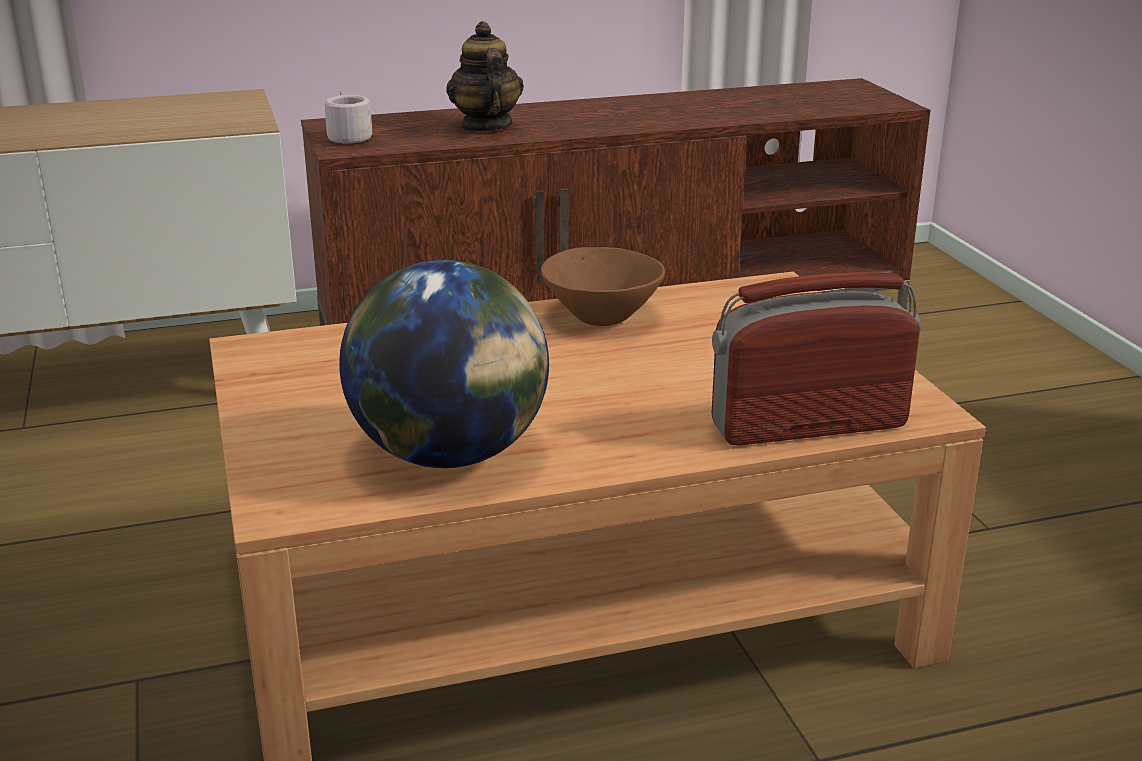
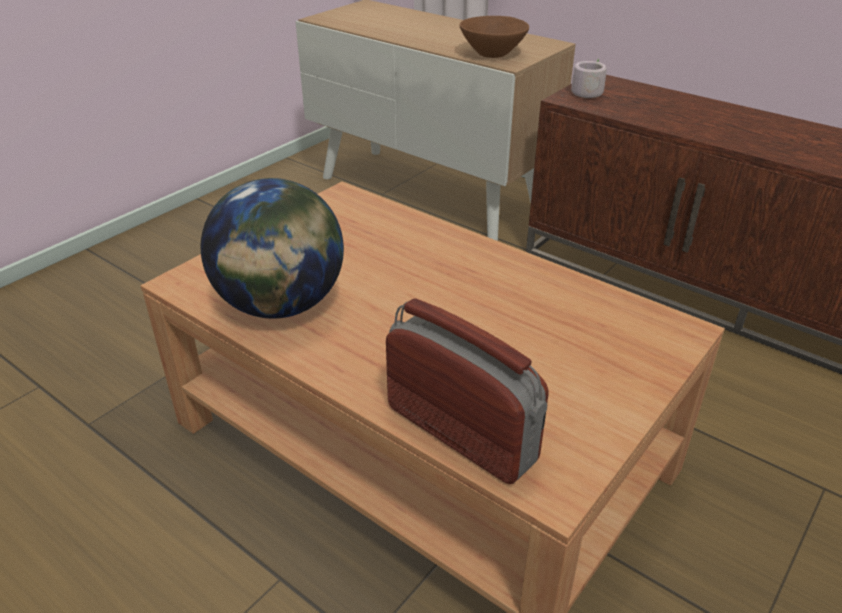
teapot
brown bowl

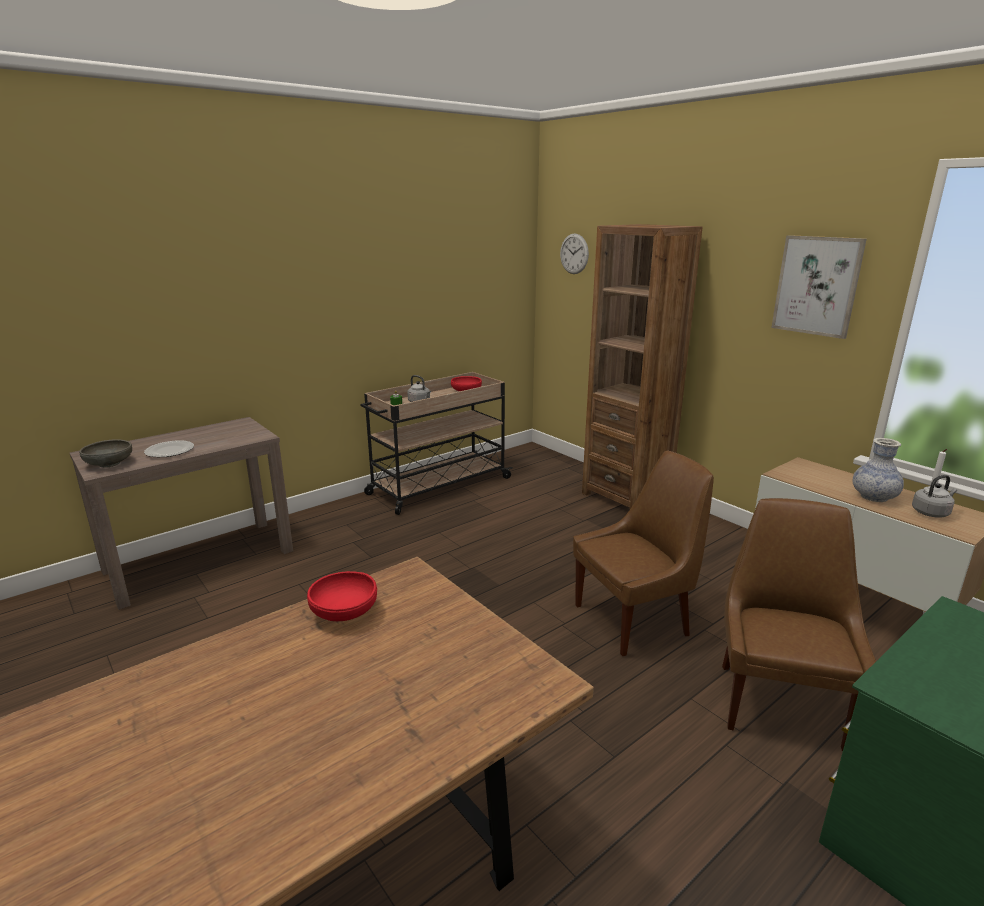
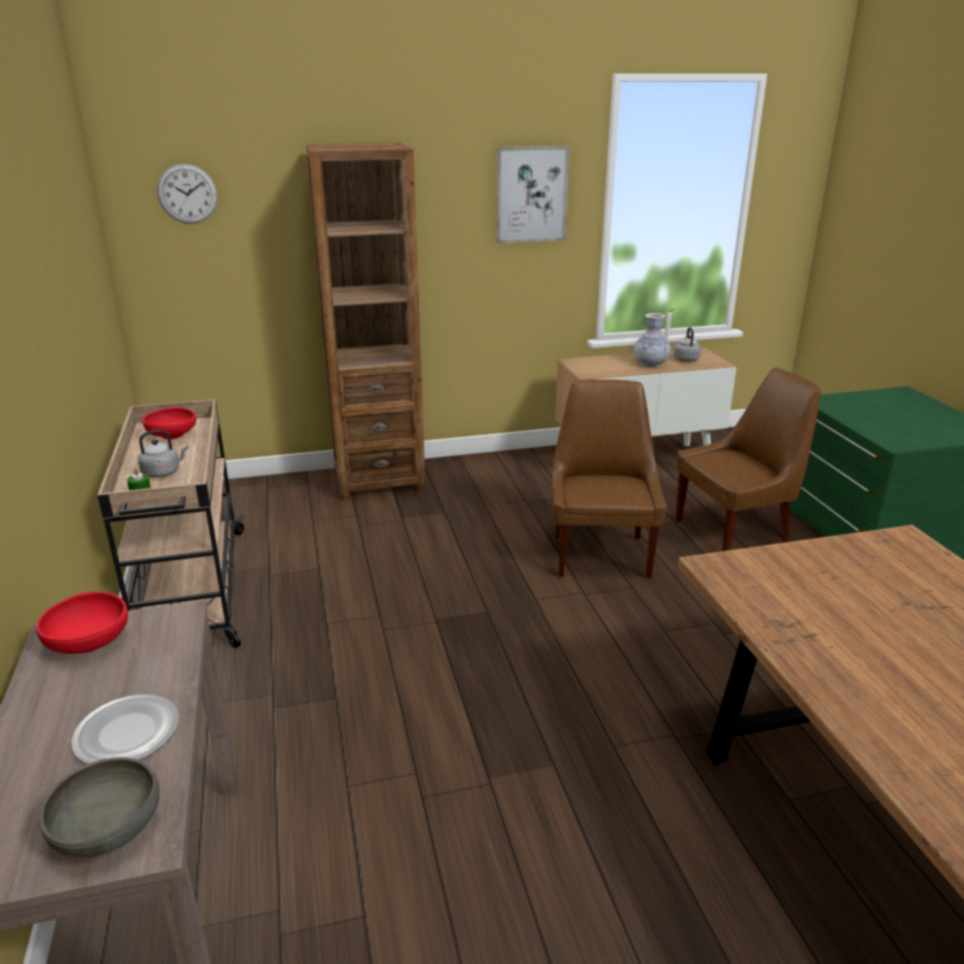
red bowl (no. 1 from left)
brown chair (no. 2 from left)

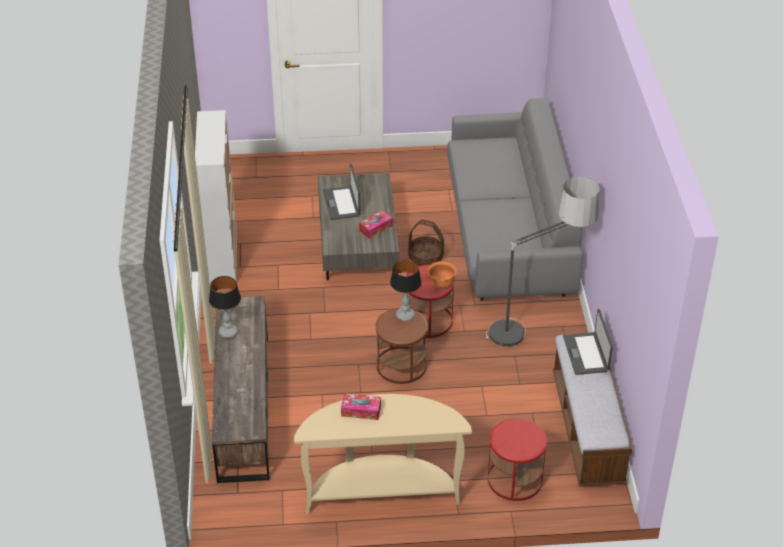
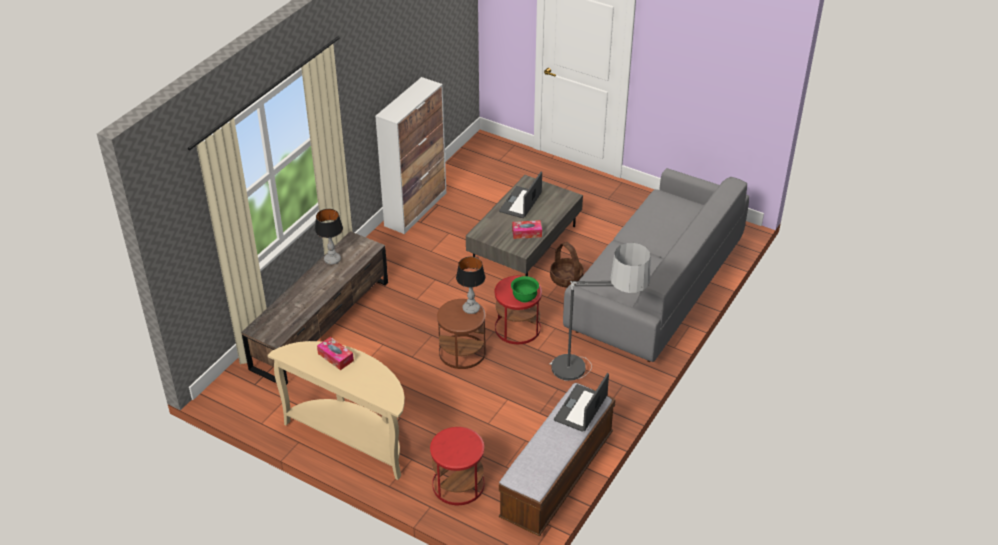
green bowl

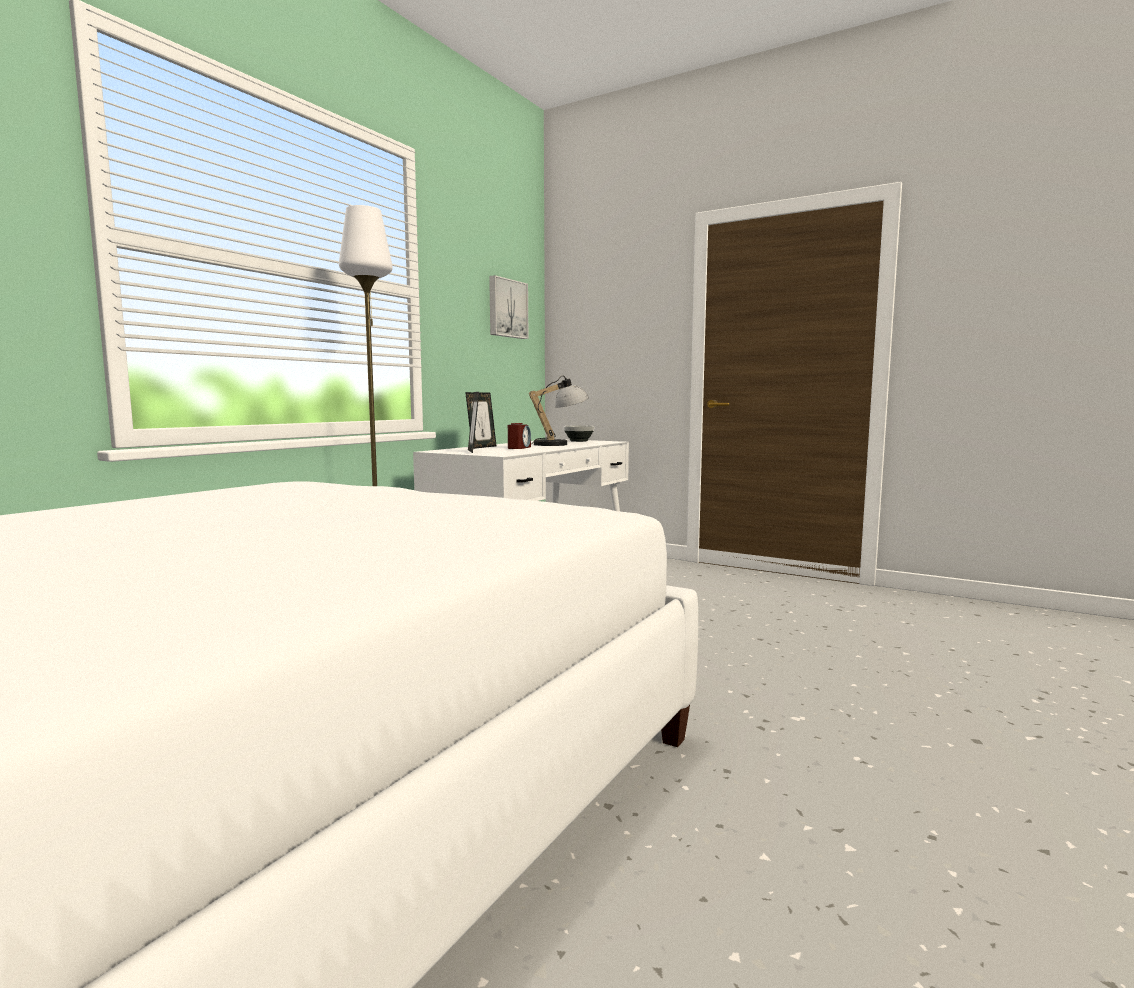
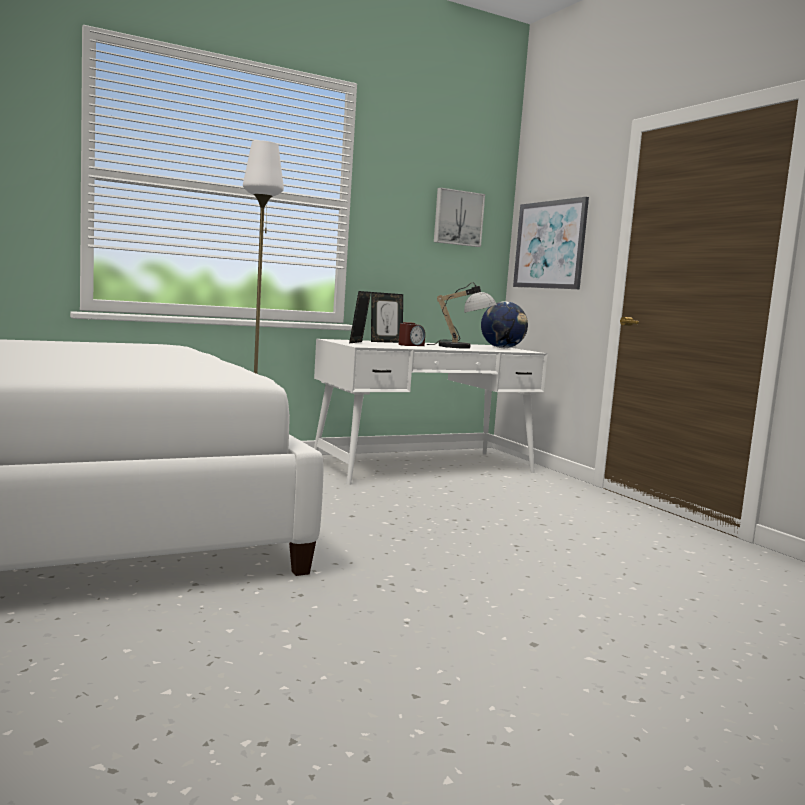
globe
picture (no. 2 from left)

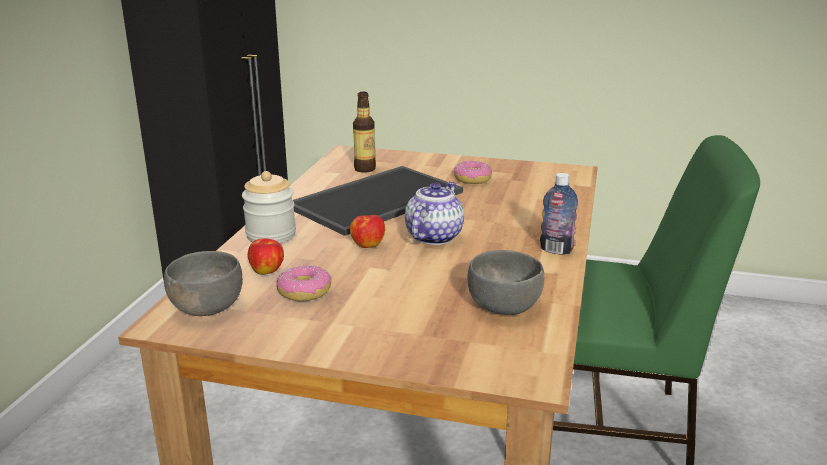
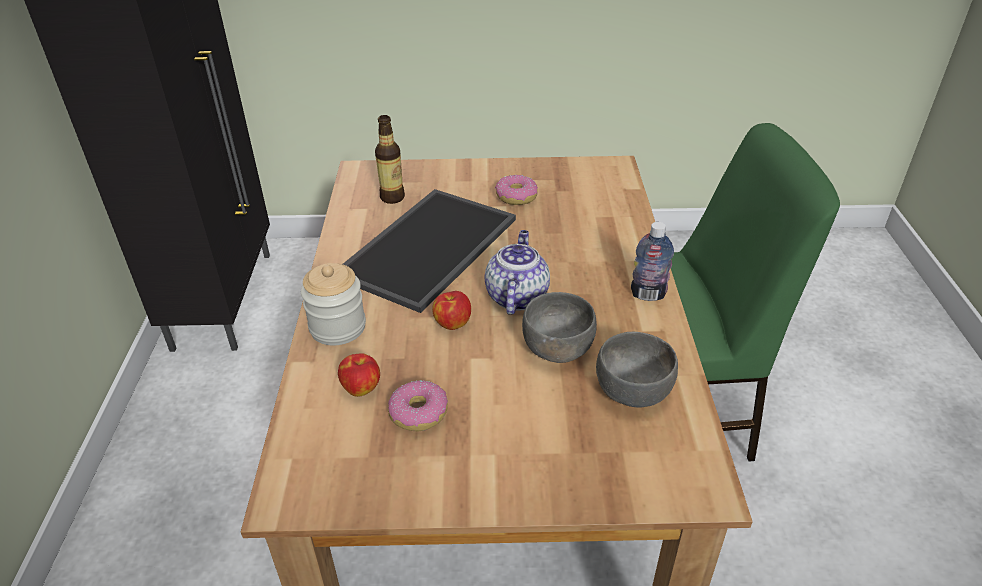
grey bowl (no. 1 from left)

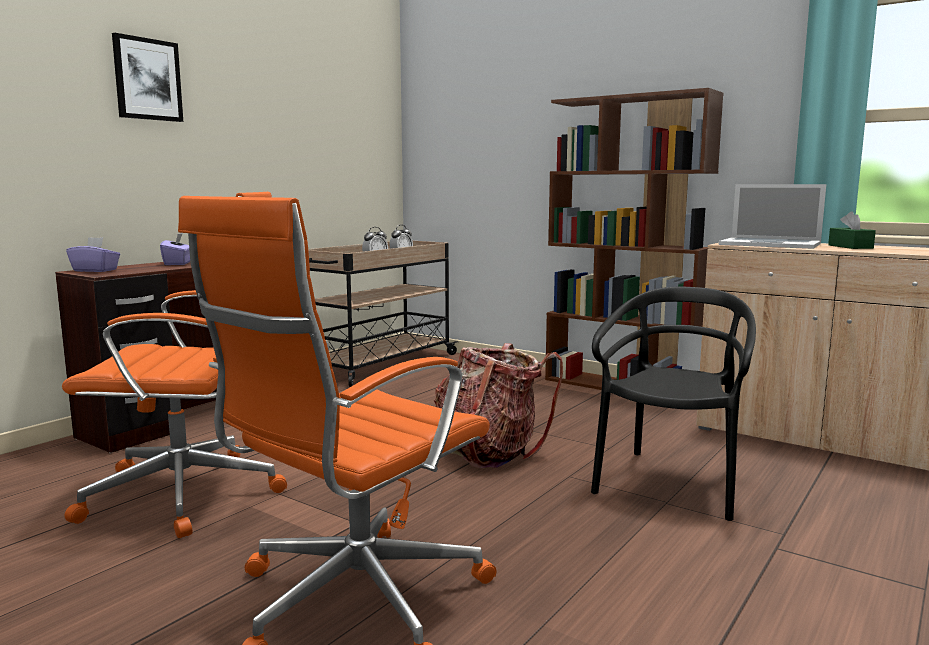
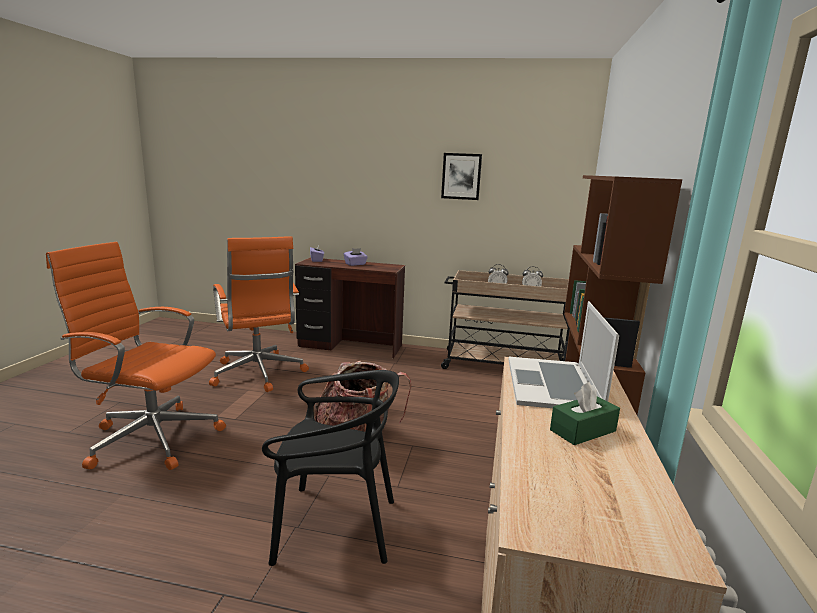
picture

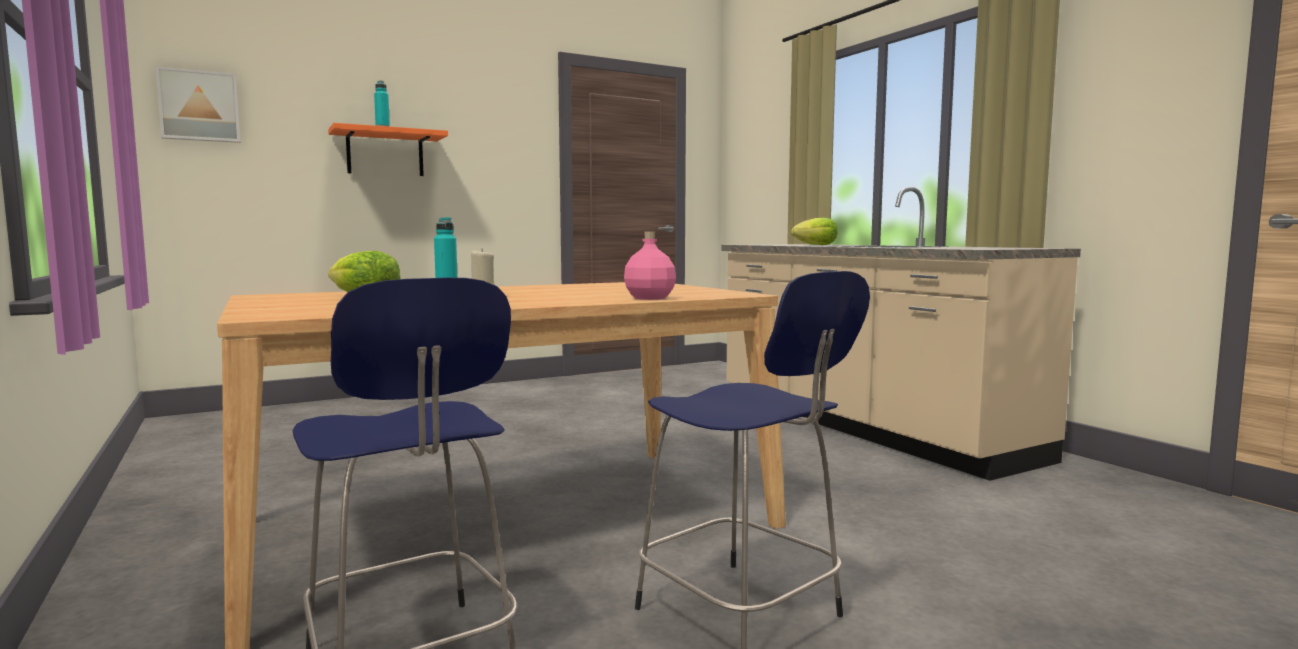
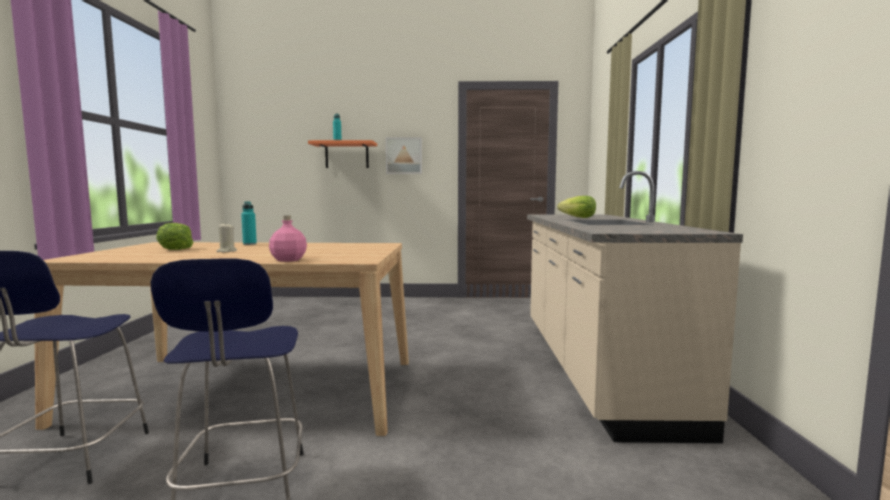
picture

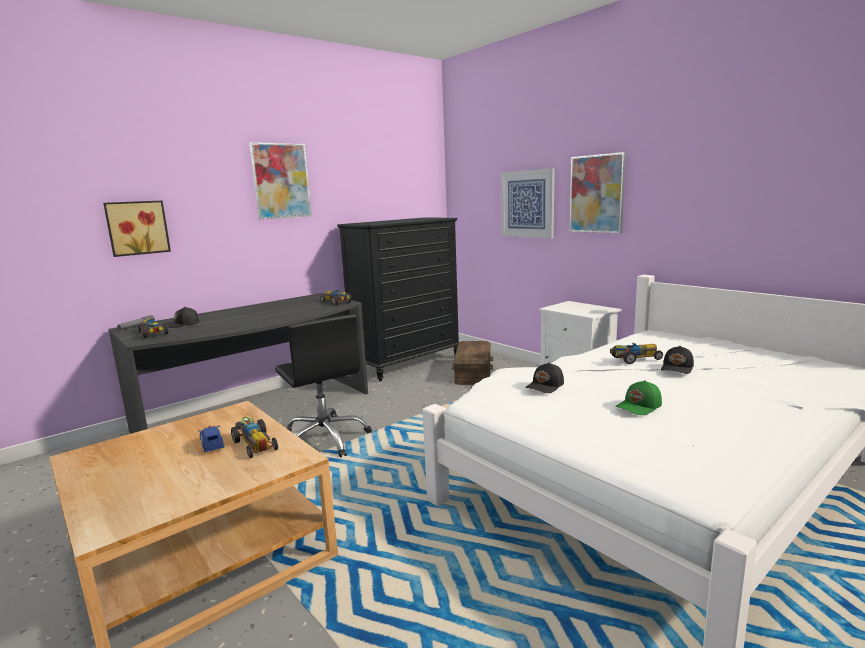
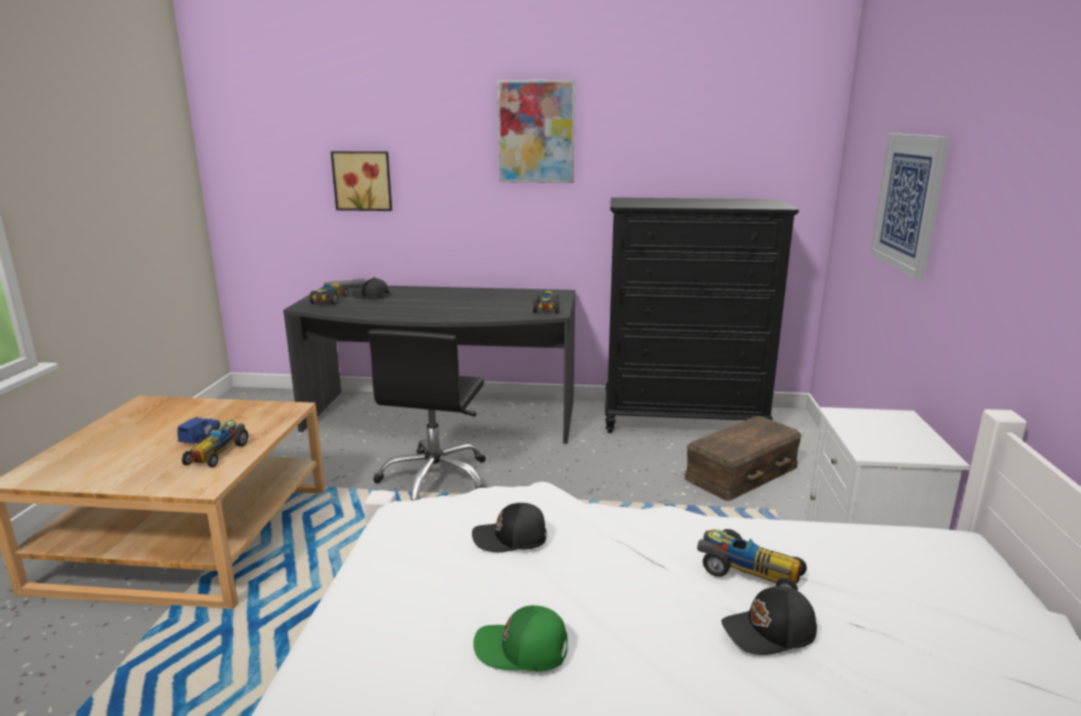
picture (no. 4 from left in the first image)

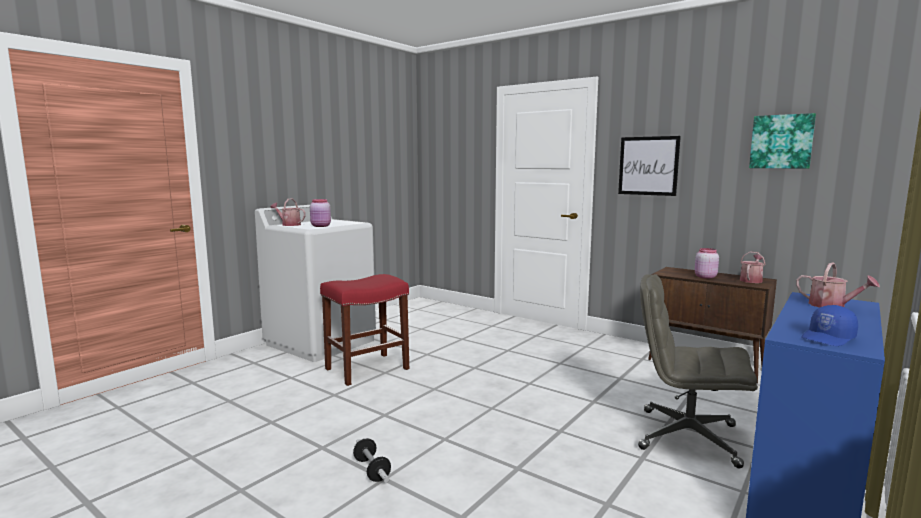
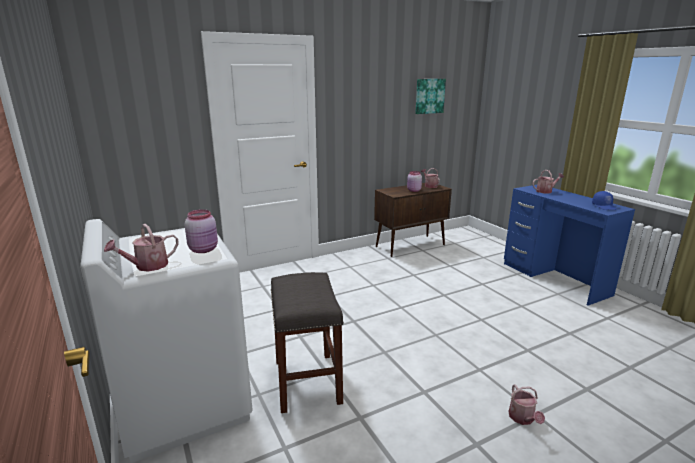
grey stool
watering can (no. 3 from left)
picture (no. 1 from left in the first image)
grey office chair

